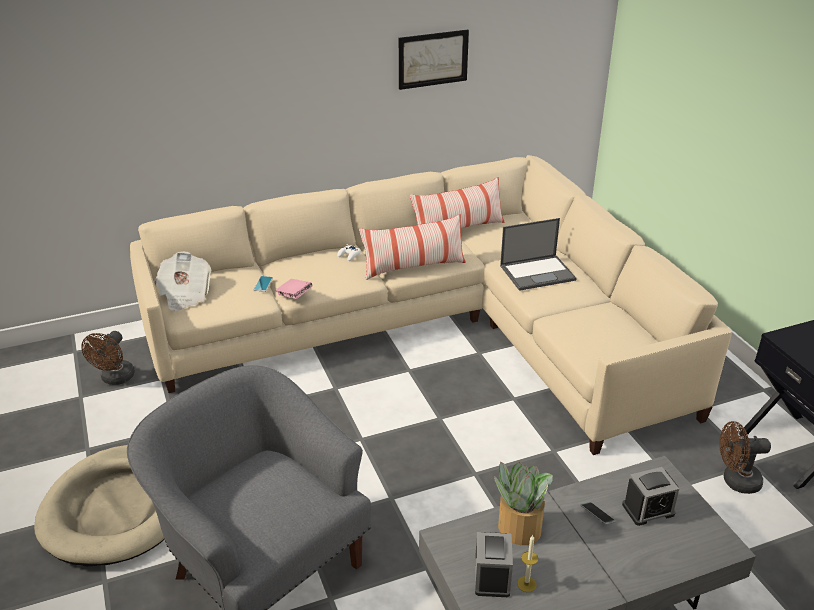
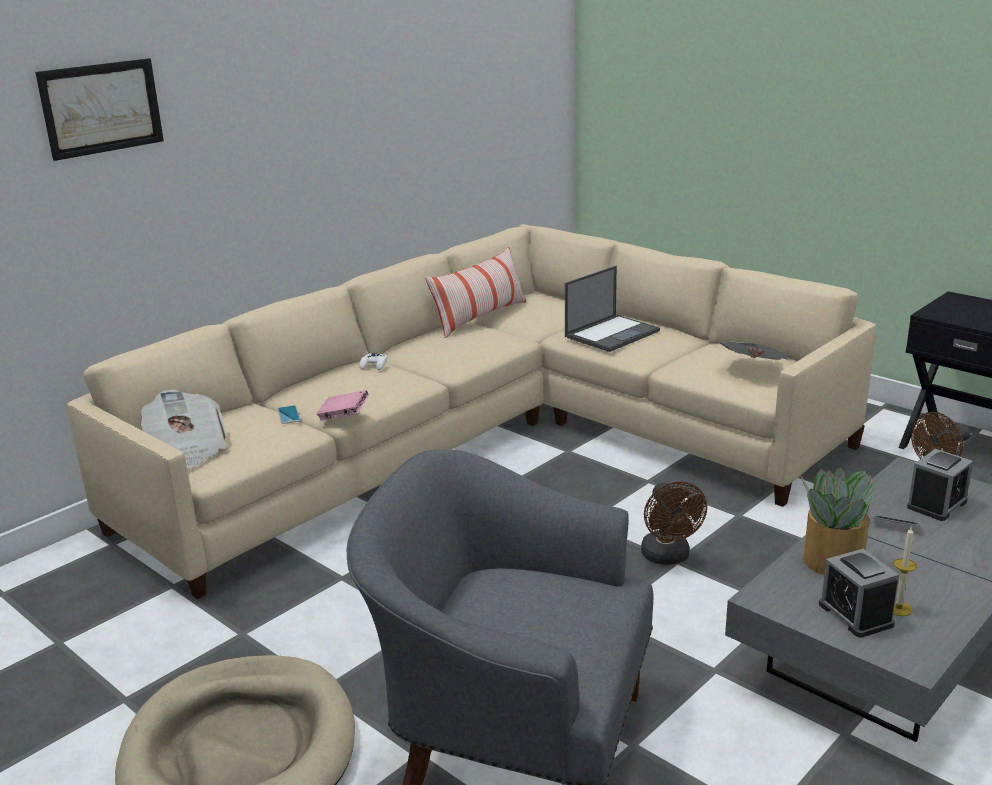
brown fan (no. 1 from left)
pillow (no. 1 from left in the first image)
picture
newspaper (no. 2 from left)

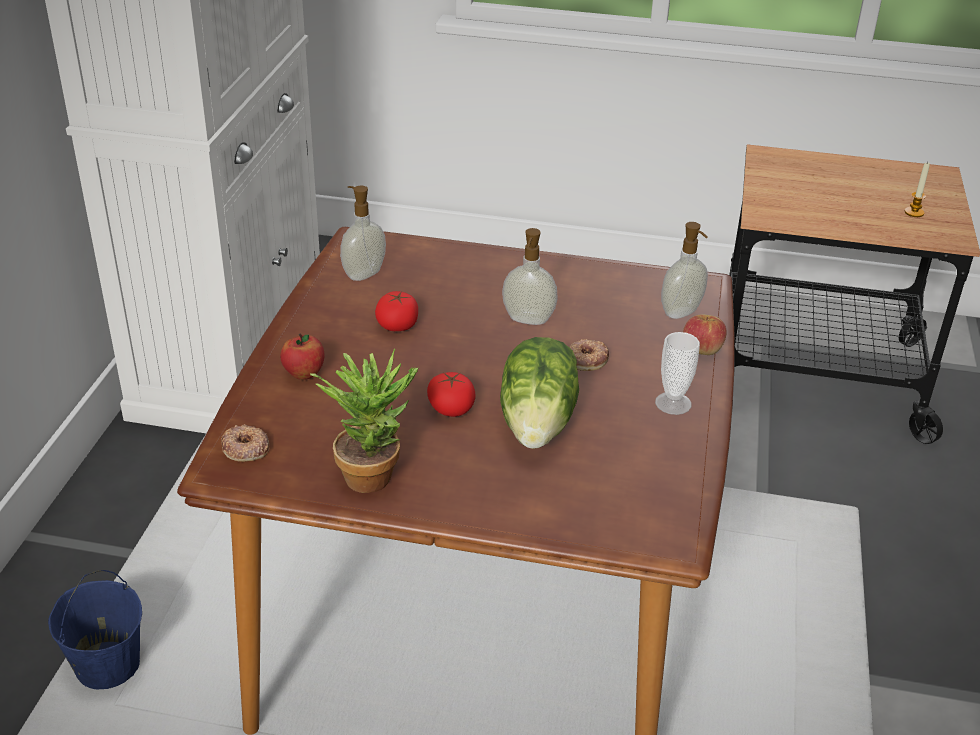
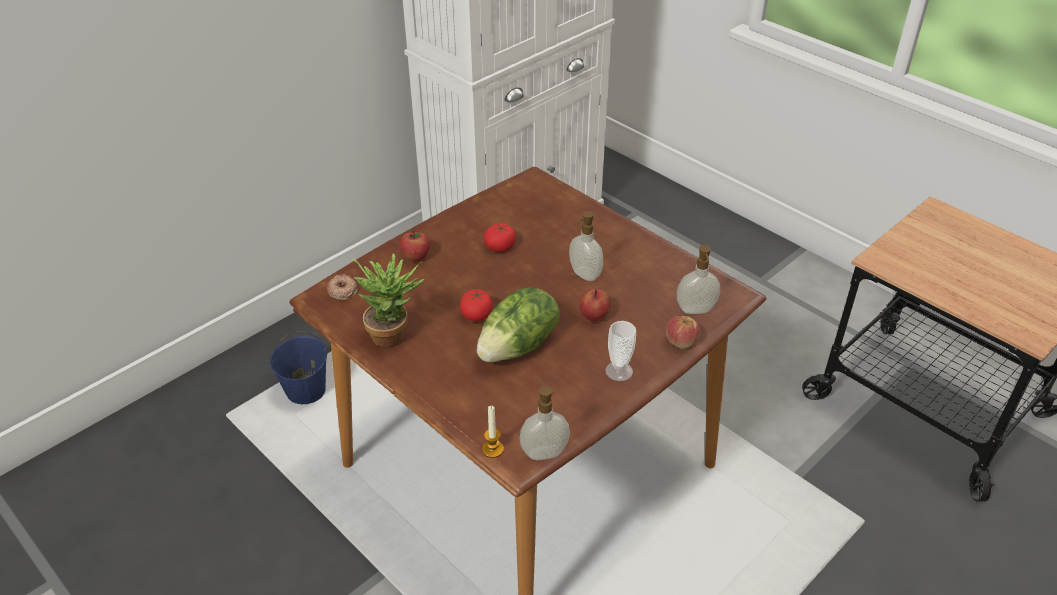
soap dispenser (no. 1 from left)
apple (no. 2 from left)
candle

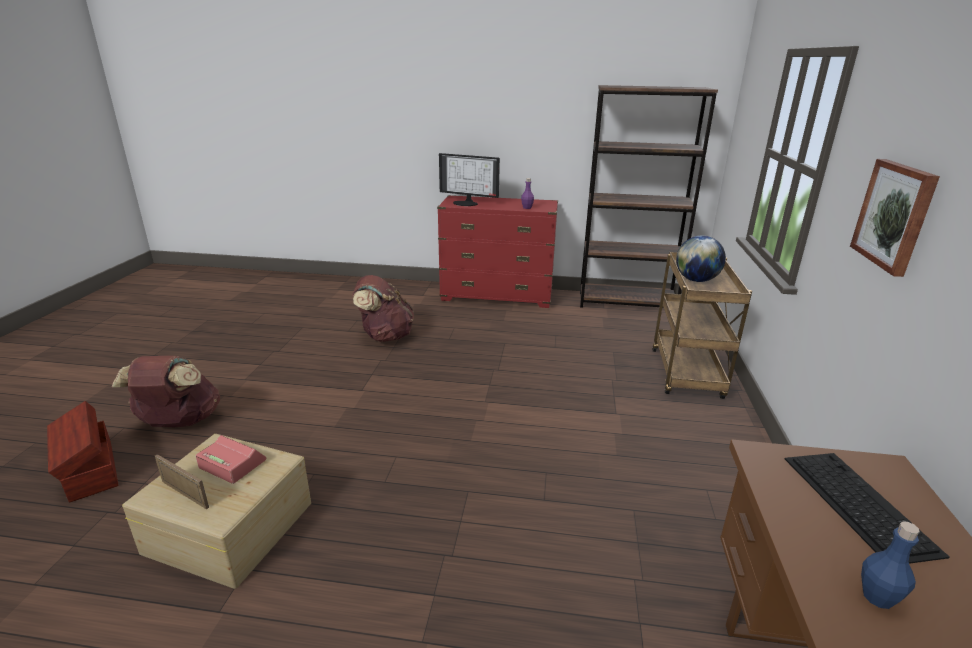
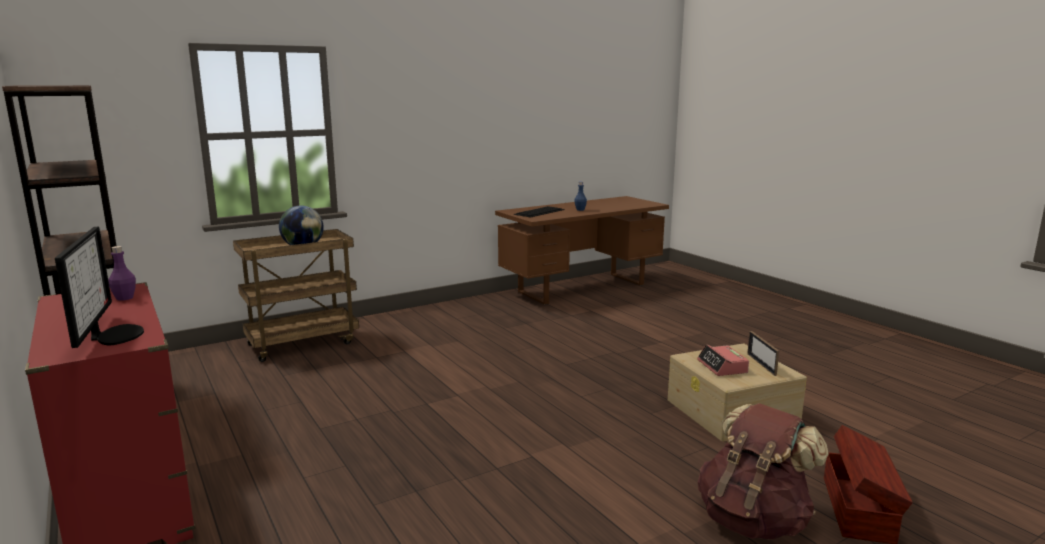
brown backpack (no. 2 from left in the first image)
picture

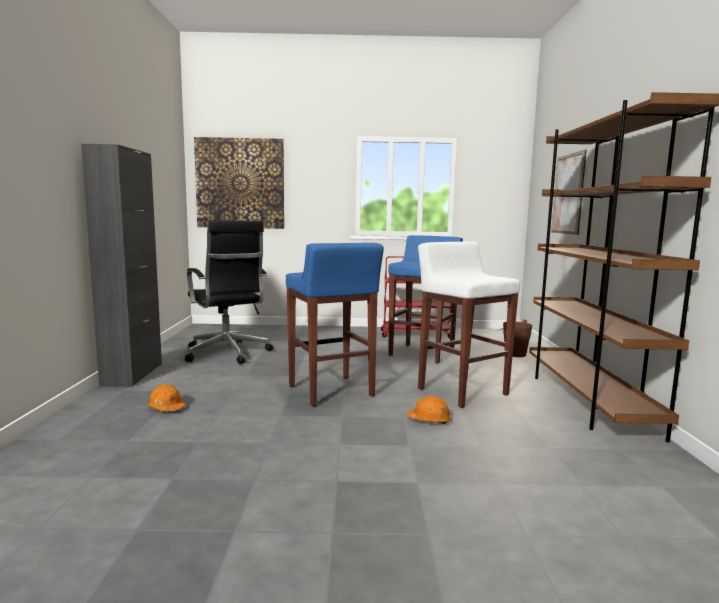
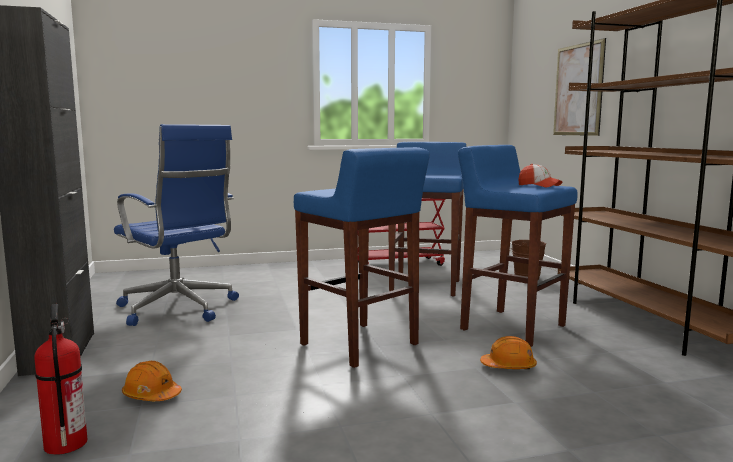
blue office chair
picture (no. 1 from left in the first image)
blue stool (no. 3 from left)
fire extinguisher
cap

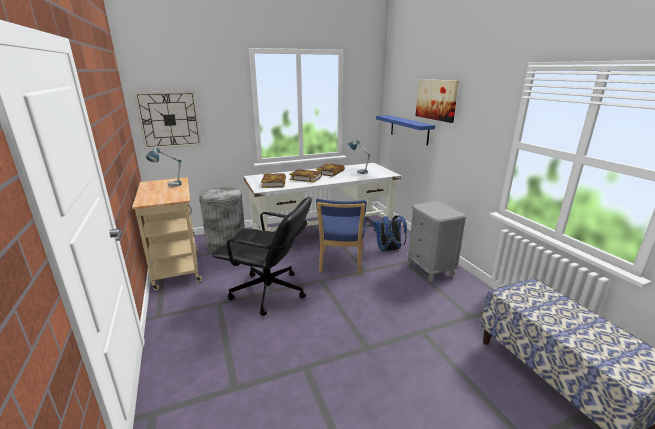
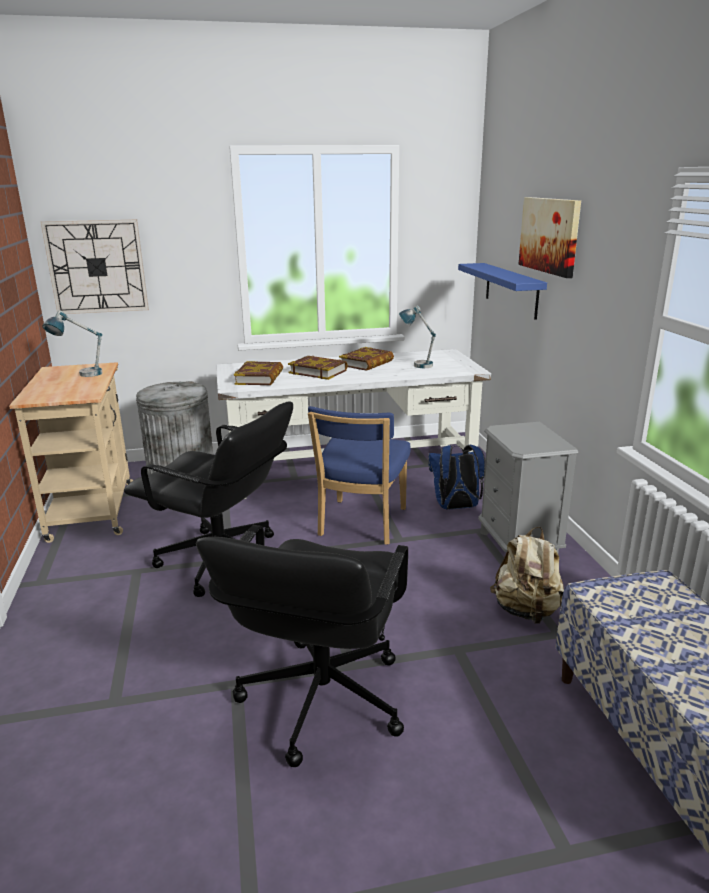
black office chair (no. 2 from left)
beige backpack

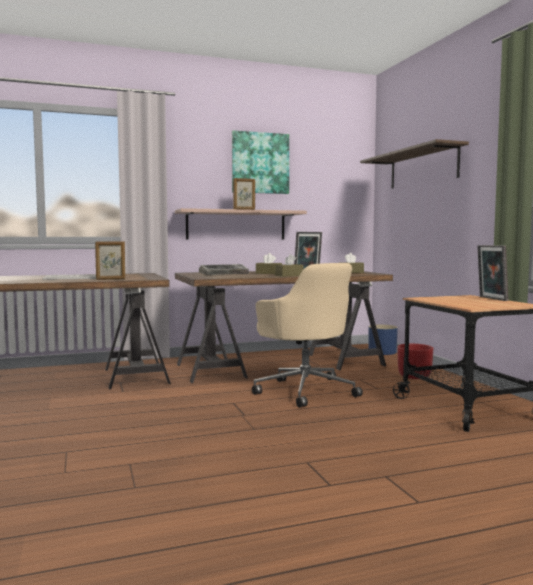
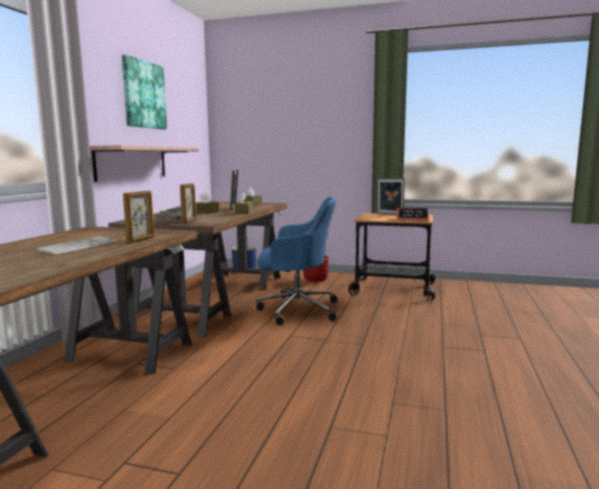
picture frame (no. 2 from left)
blue office chair
shelf (no. 2 from left in the first image)
alarm clock

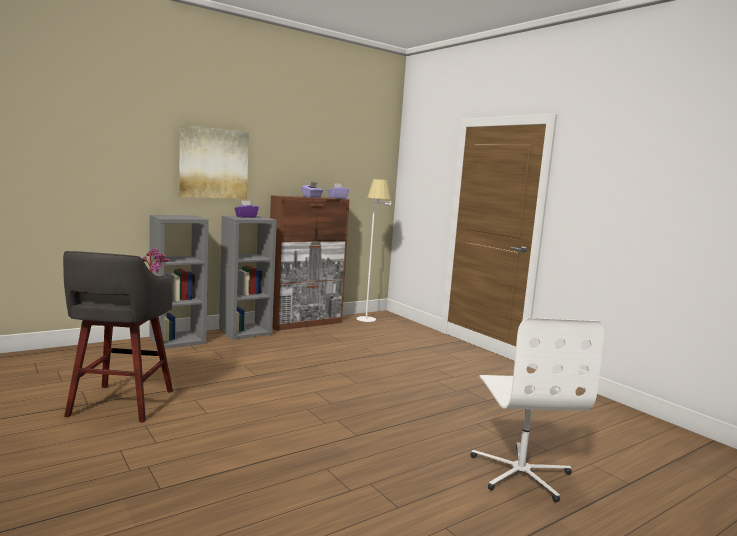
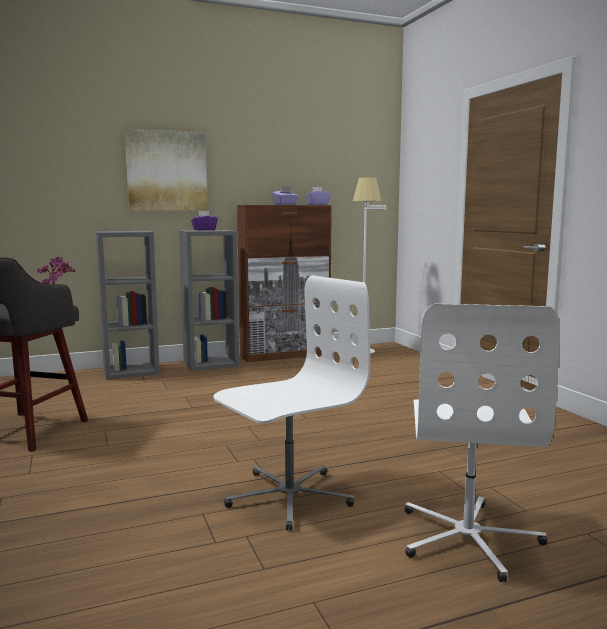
white office chair (no. 1 from left)

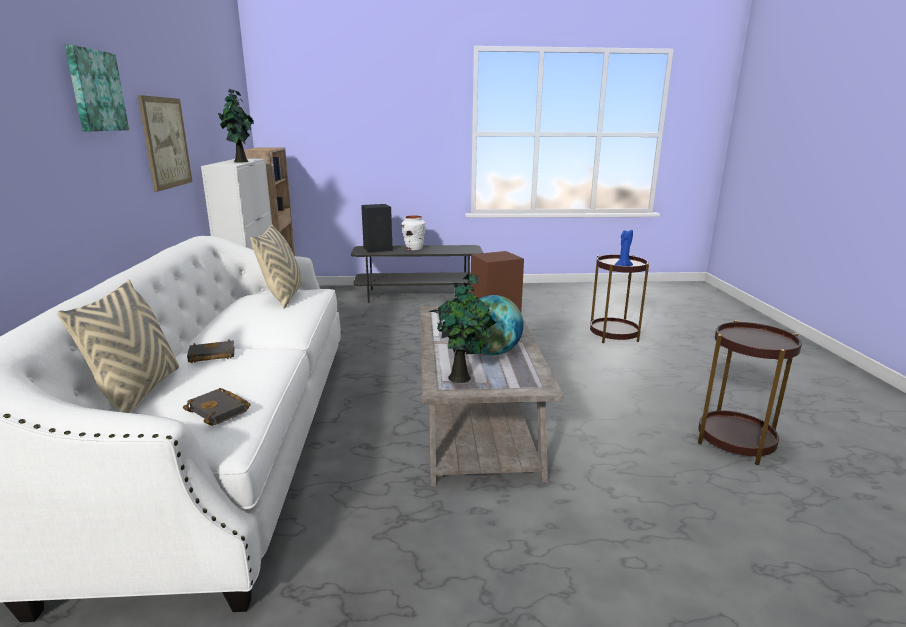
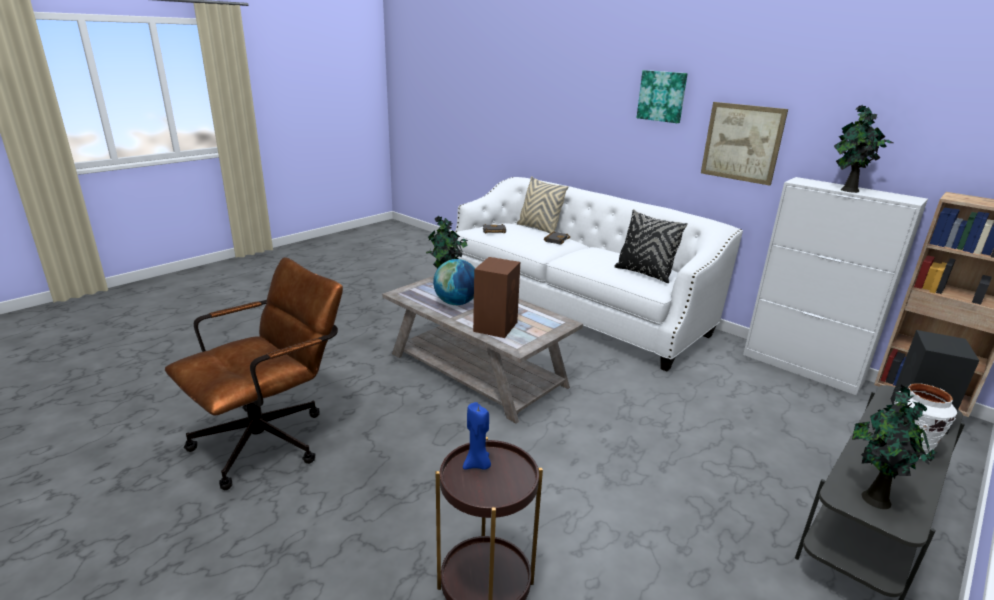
black pillow
brown office chair
potted plant (no. 3 from left)

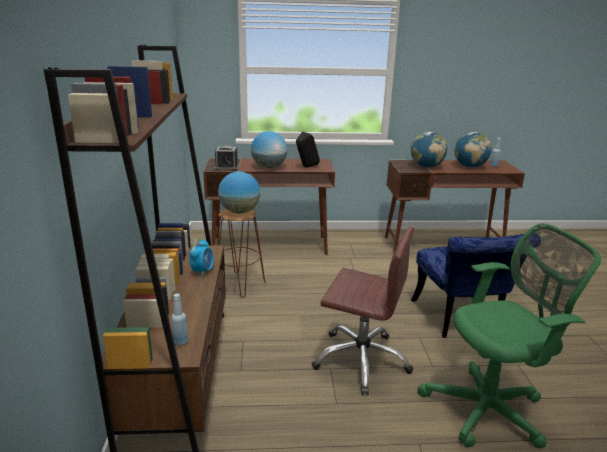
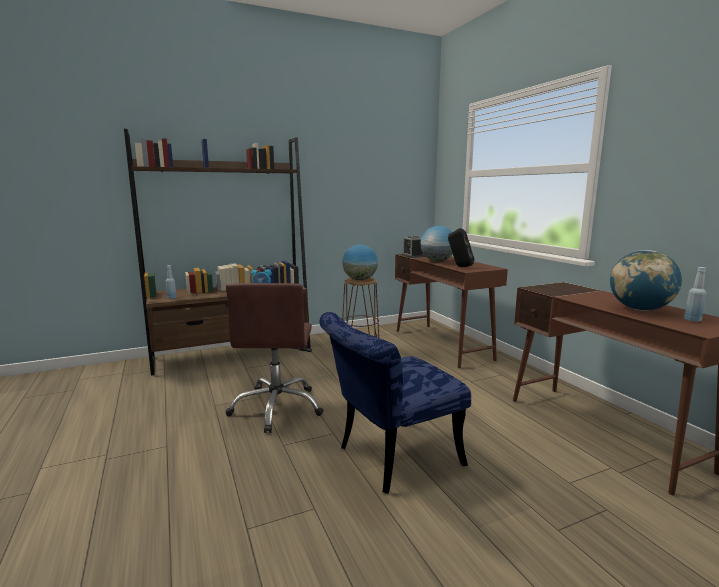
globe (no. 3 from left in the first image)
green office chair

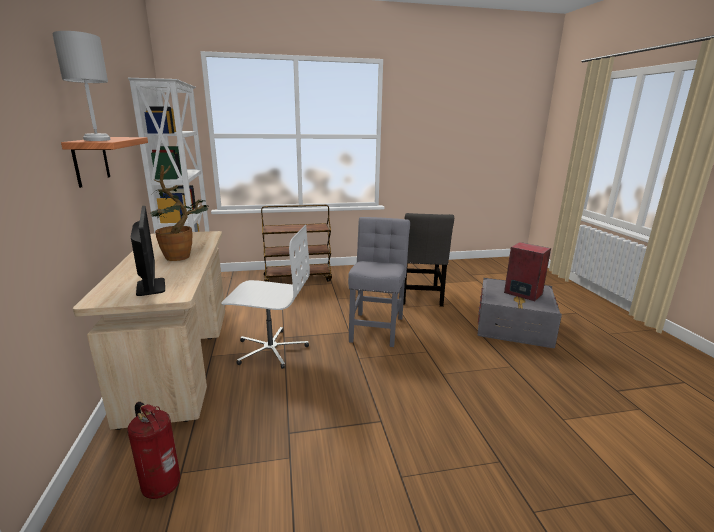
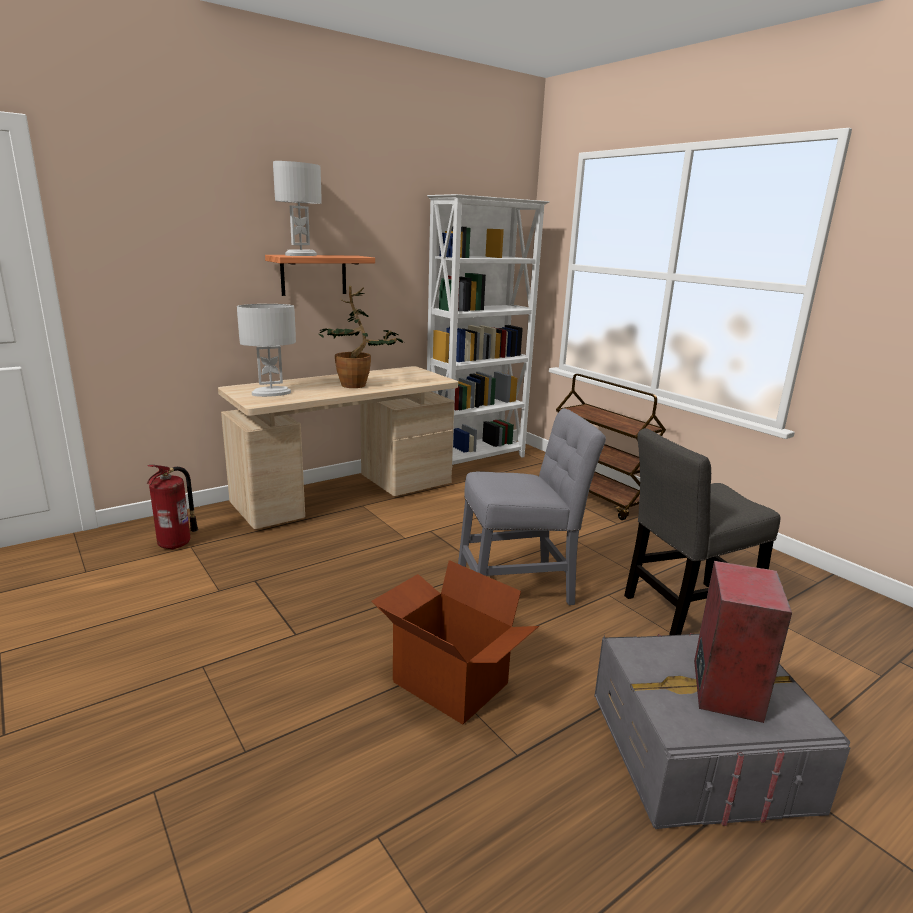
white table lamp (no. 1 from left)
white office chair
cardboard box

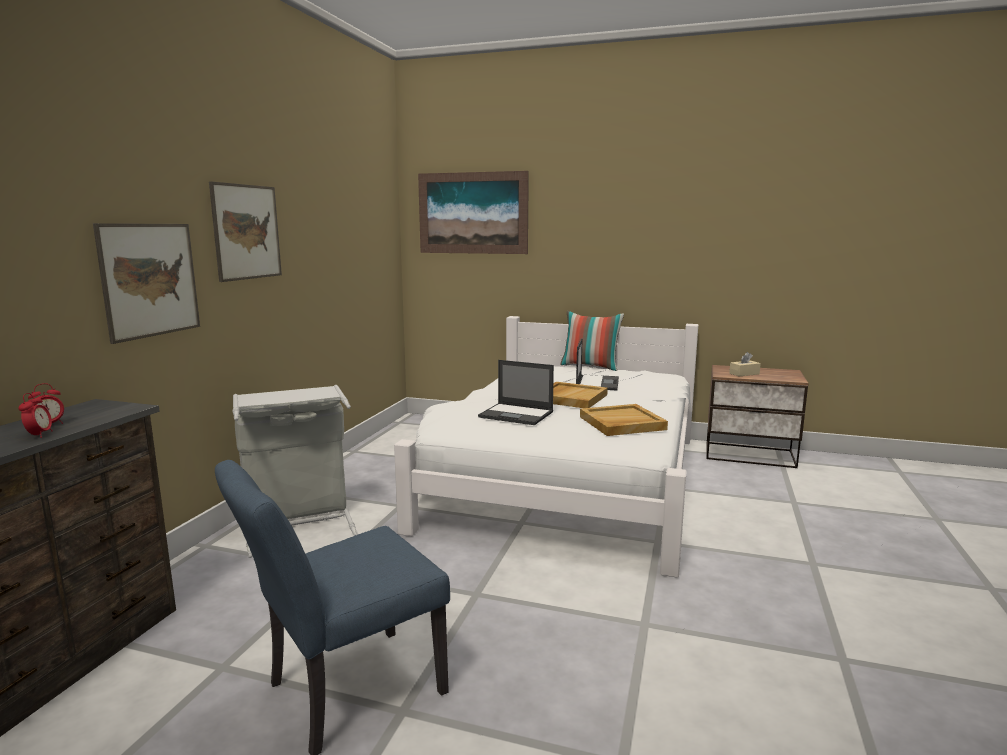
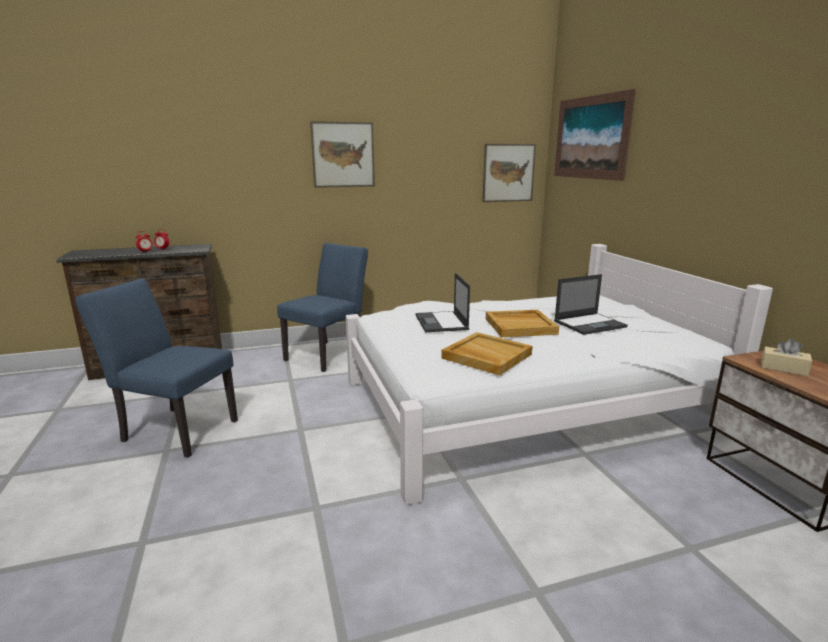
picture (no. 2 from left)
blue chair (no. 2 from left)
pillow

